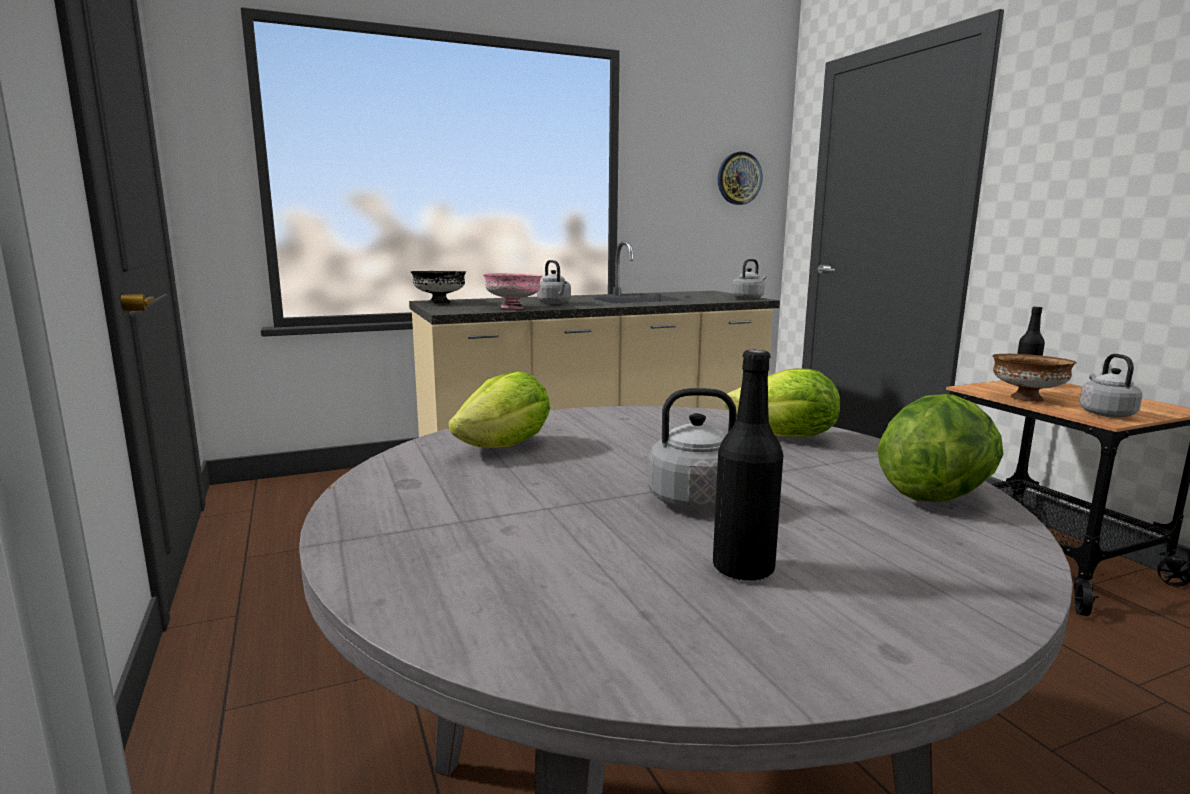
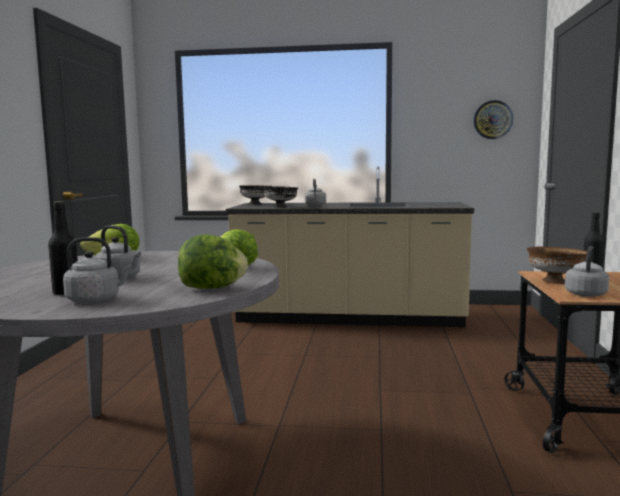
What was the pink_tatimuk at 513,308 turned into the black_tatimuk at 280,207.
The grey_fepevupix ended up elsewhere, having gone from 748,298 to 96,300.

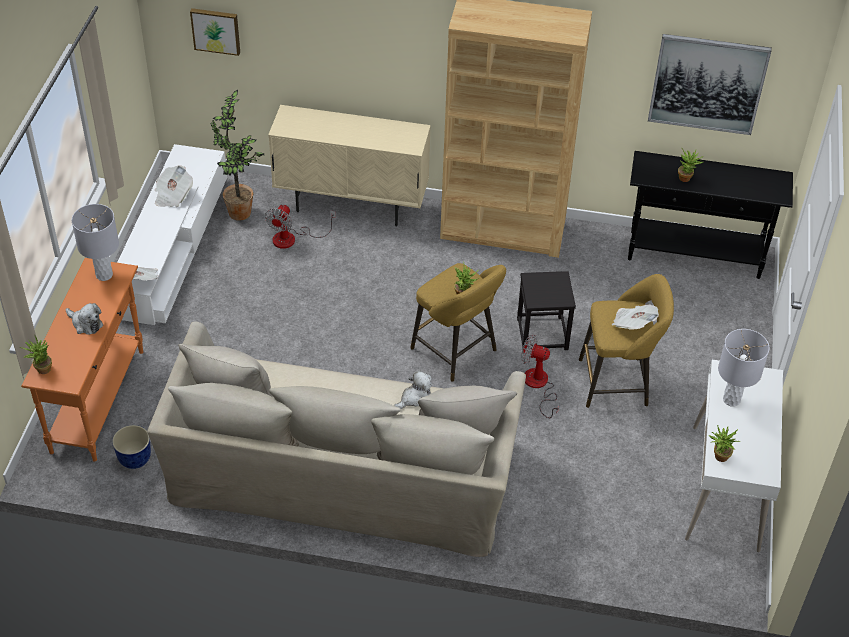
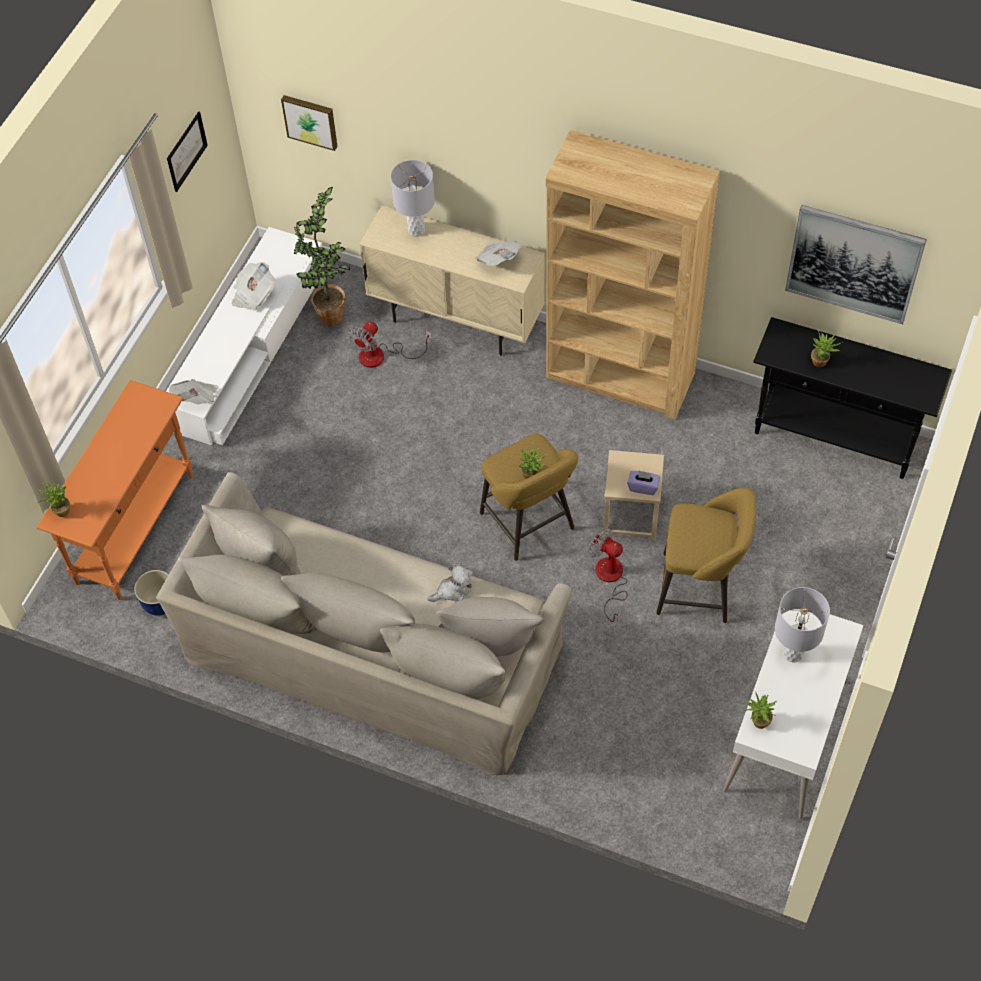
The second view lost the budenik at 85,324.
The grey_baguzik ended up elsewhere, having gone from 104,275 to 416,230.
What was the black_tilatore at 543,334 turned into the beige_tilatore at 631,515.
The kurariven ended up elsewhere, having gone from 633,324 to 498,260.
The second view gained the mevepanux at 186,151.
The second view gained the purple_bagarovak at 643,487.

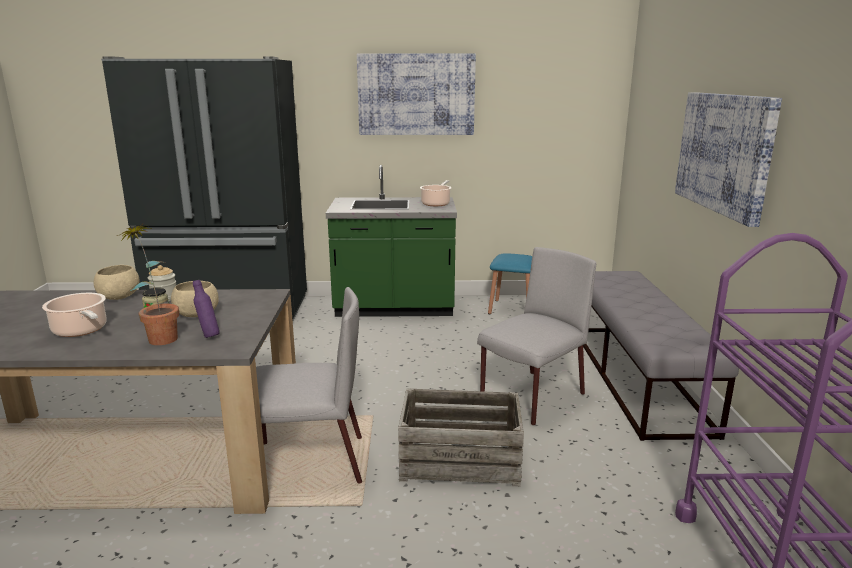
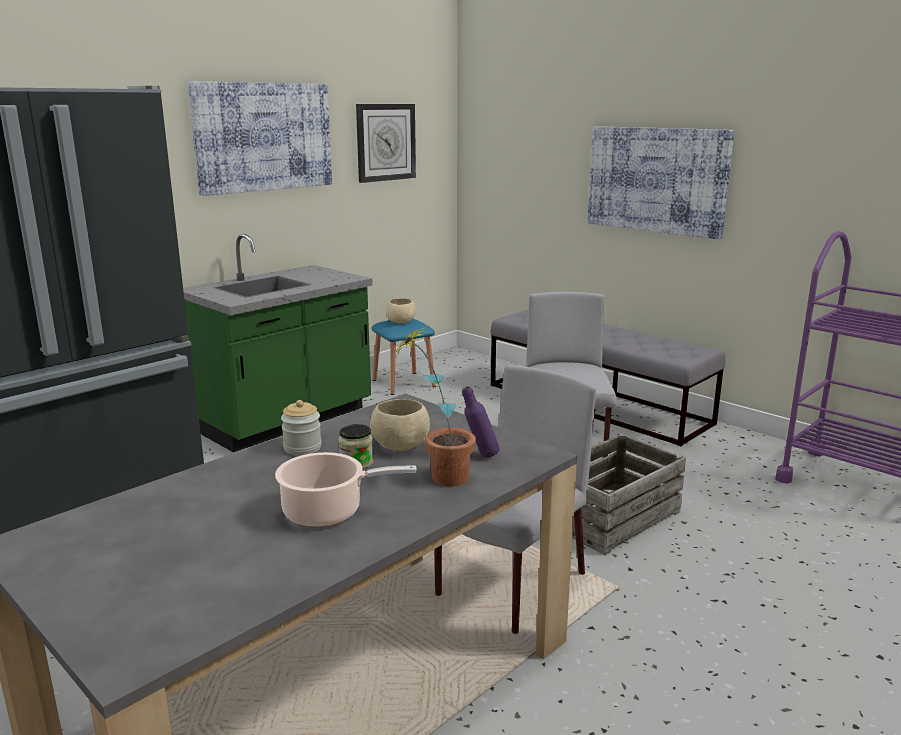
The beige_tatimuk ended up elsewhere, having gone from 118,297 to 400,322.
The second view lost the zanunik at 436,204.
The second view gained the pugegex at 385,142.

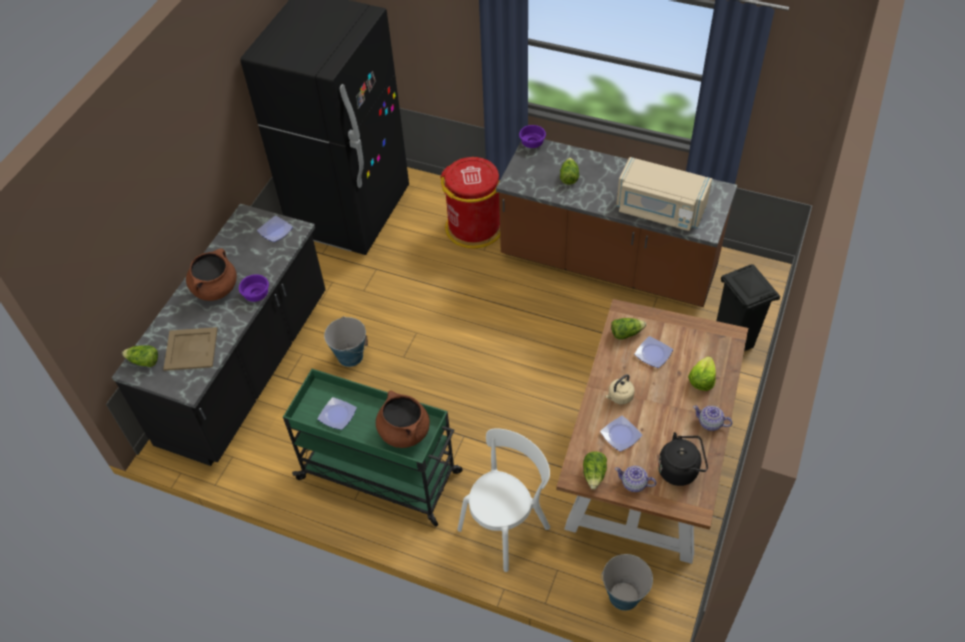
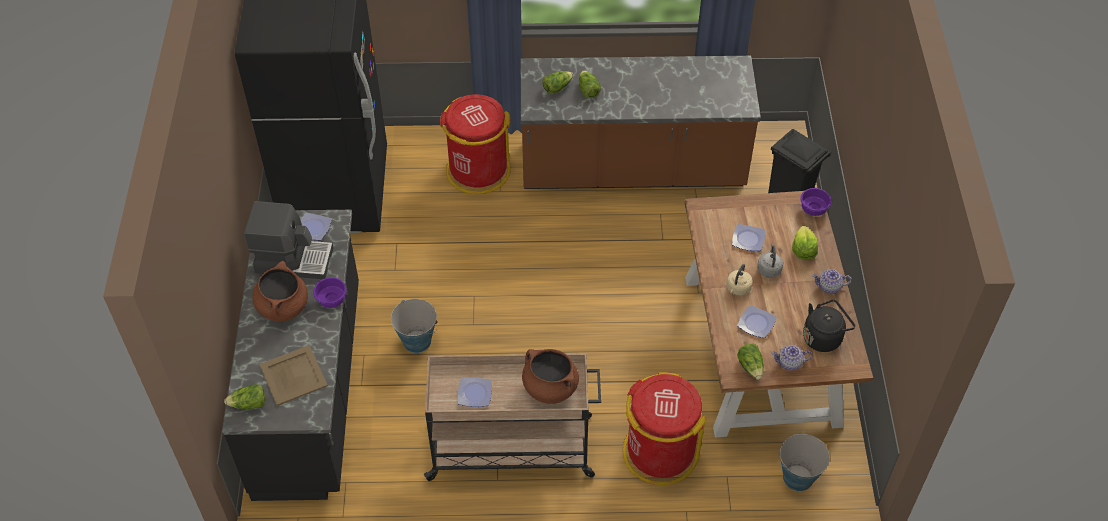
What was the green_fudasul at 381,476 turned into the beige_fudasul at 512,448.
Where the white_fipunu stood at 506,525, the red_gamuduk came to stand at 659,452.
The purple_tatimuk ended up elsewhere, having gone from 533,143 to 814,208.
The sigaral ended up elsewhere, having gone from 626,333 to 557,87.
The second view lost the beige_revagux at 659,210.
The second view gained the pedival at 293,259.
The second view gained the grey_fepevupix at 769,268.

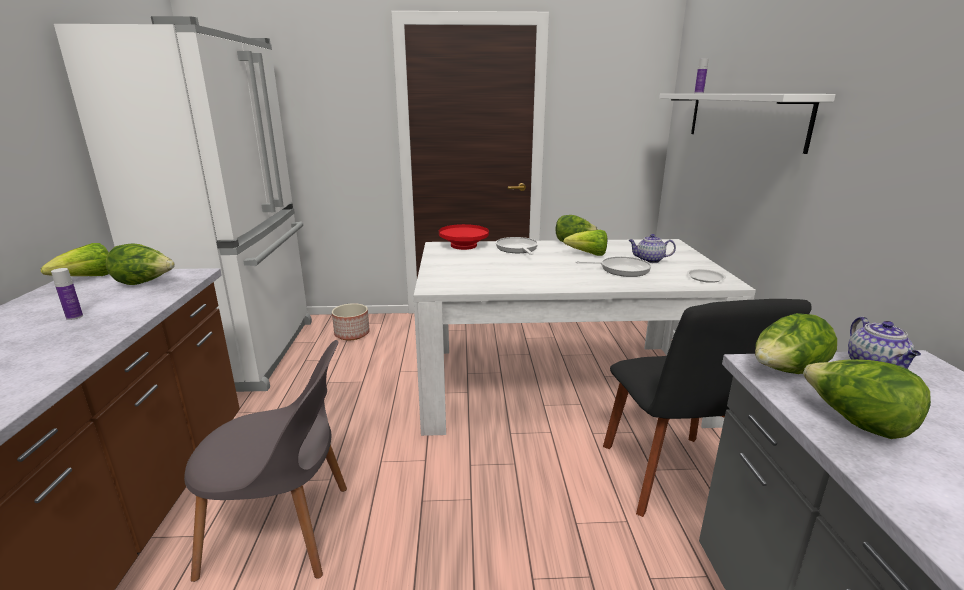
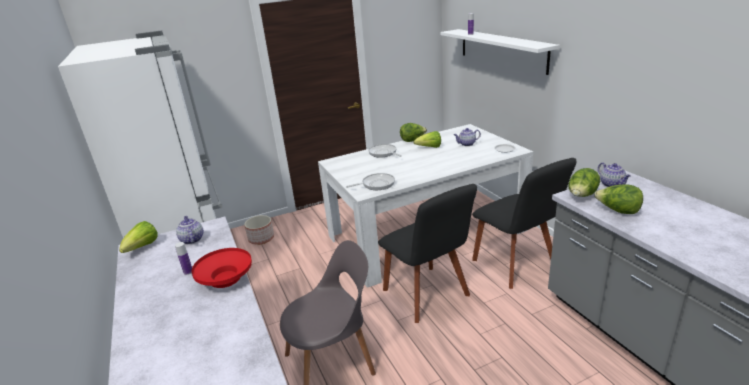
Where the sigaral stood at 144,283, the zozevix came to stand at 192,239.
The red_tatimuk ended up elsewhere, having gone from 464,246 to 226,278.
The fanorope ended up elsewhere, having gone from 621,270 to 376,184.
The second view gained the black_fipunu at 428,295.

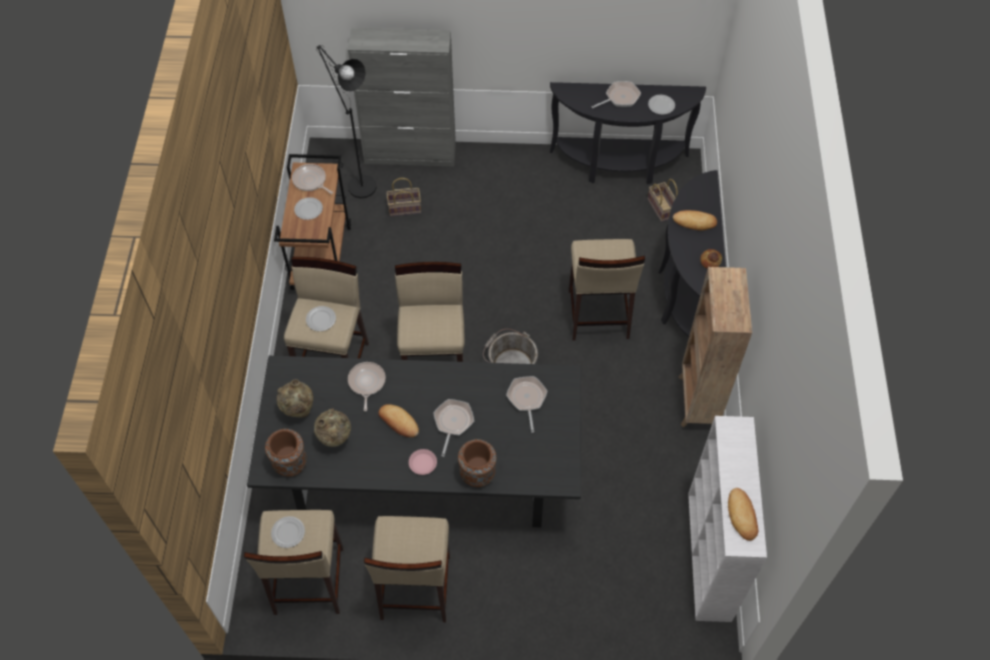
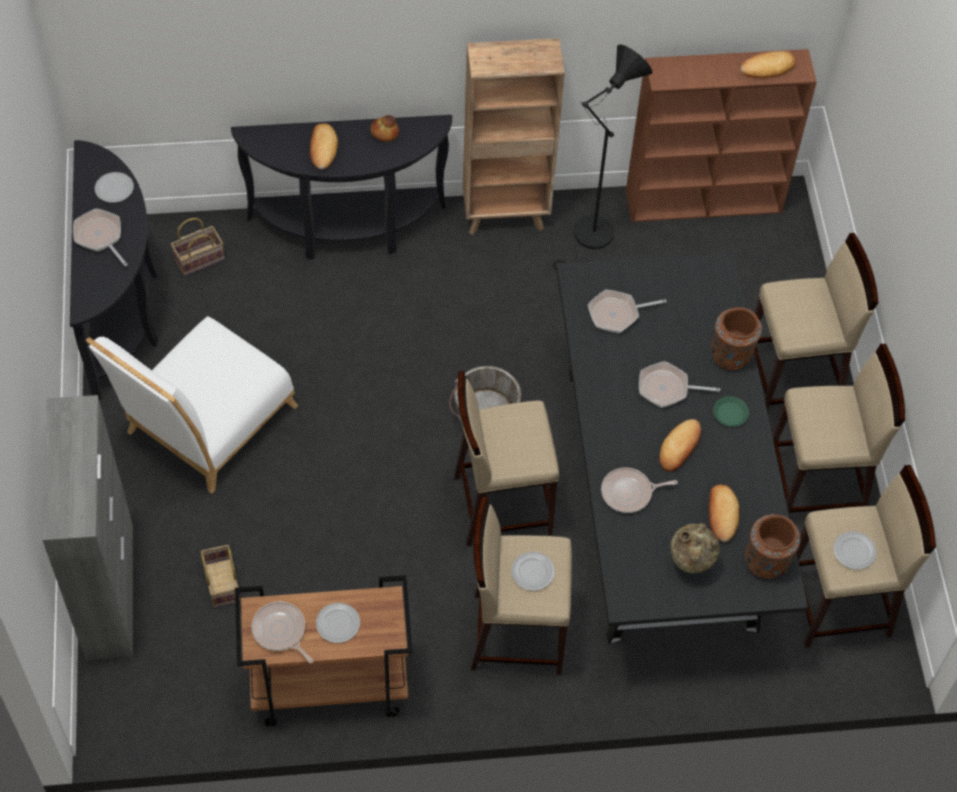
The fanorope at 310,181 ended up facing another way, 105 degrees clockwise from before.
Where the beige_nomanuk stood at 335,441, the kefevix came to stand at 722,515.
The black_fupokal ended up elsewhere, having gone from 357,184 to 590,239.
What was the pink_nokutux at 422,463 turned into the green_nokutux at 730,413.
The beige_tilatore ended up elsewhere, having gone from 597,315 to 793,379.
What was the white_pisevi at 709,557 turned into the brown_pisevi at 705,201.
The second view gained the white_fipunu at 204,426.

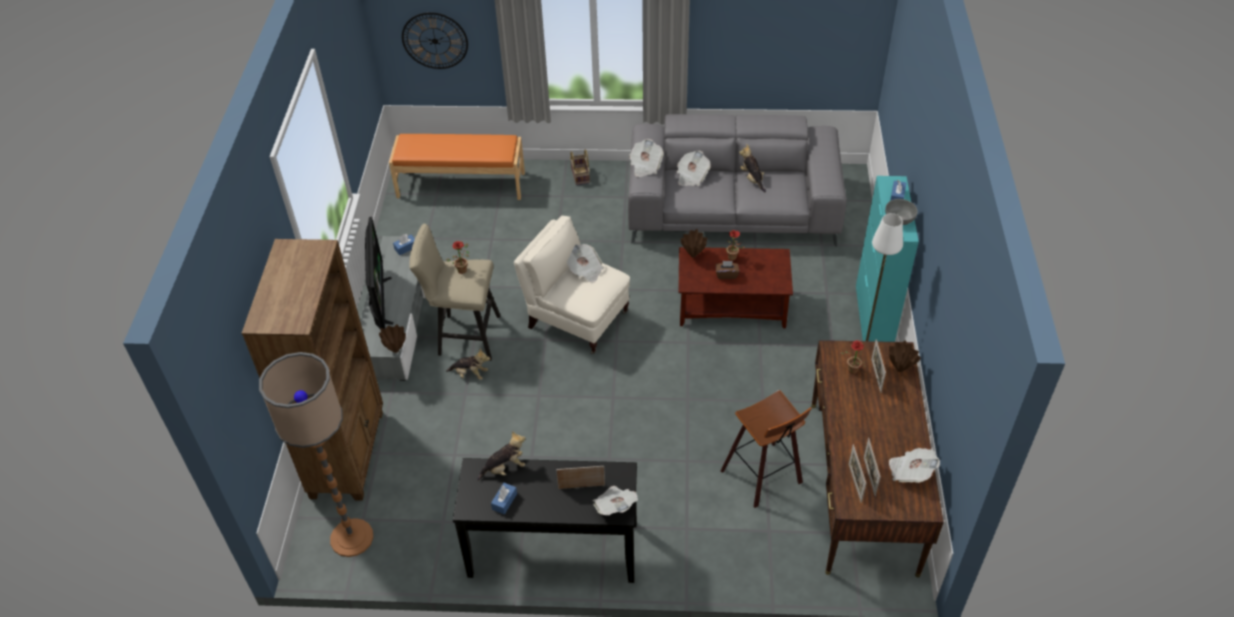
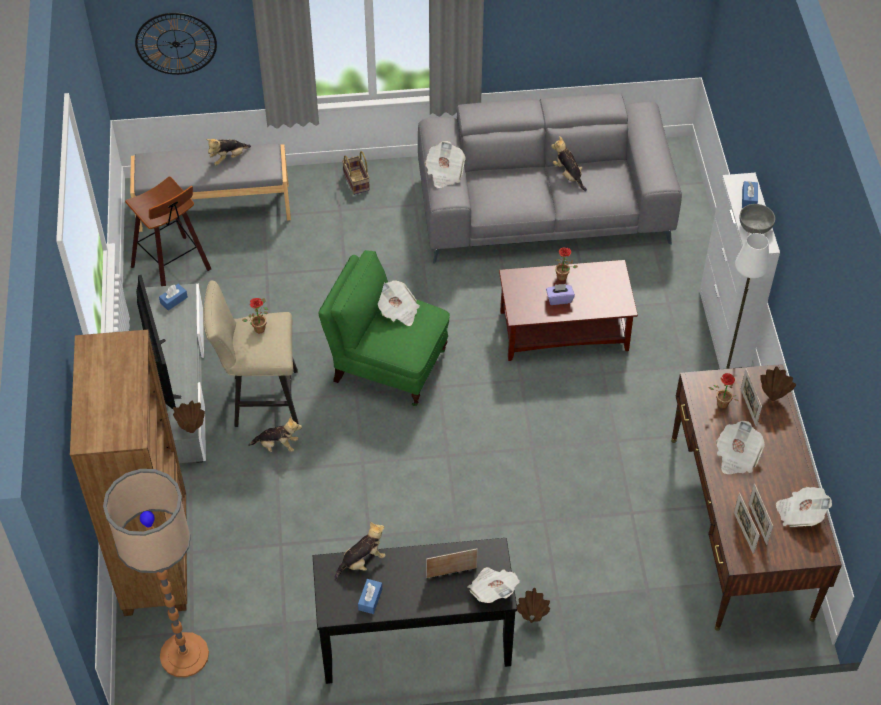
What was the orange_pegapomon at 461,184 turned into the grey_pegapomon at 214,206.
What was the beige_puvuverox at 576,319 turned into the green_puvuverox at 387,364.
The kurariven ended up elsewhere, having gone from 691,176 to 736,456.
The brown_nomanuk ended up elsewhere, having gone from 693,255 to 531,619.
What was the brown_bagarovak at 726,275 turned into the purple_bagarovak at 559,299.
The tilatore ended up elsewhere, having gone from 764,477 to 174,268.
What was the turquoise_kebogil at 873,318 turned into the white_kebogil at 724,328.
The second view gained the budenik at 228,158.

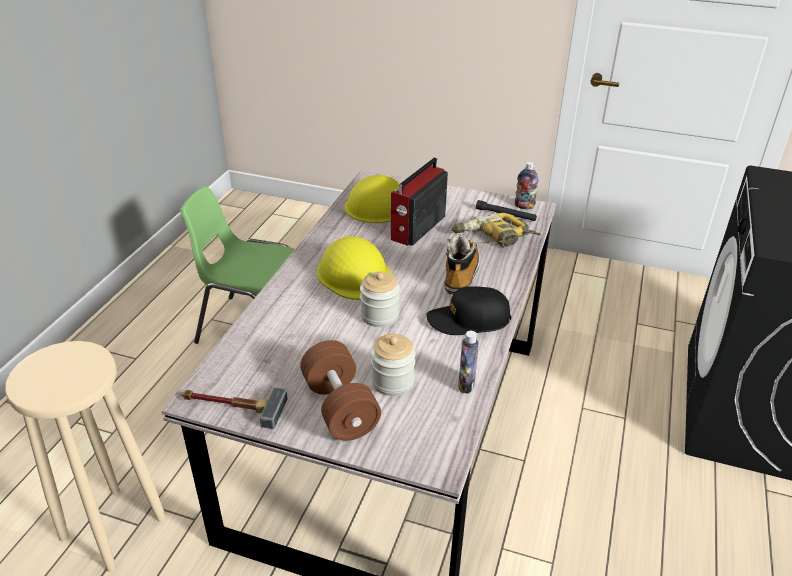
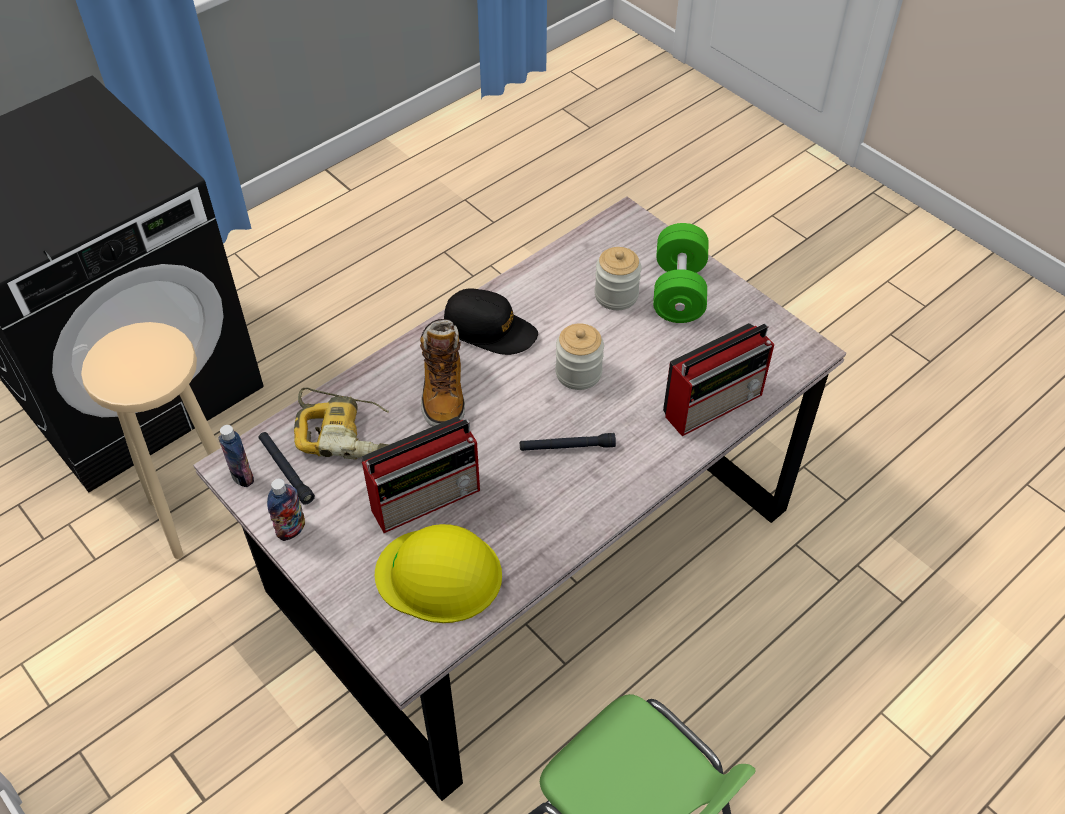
The beige_tilatore ended up elsewhere, having gone from 114,526 to 199,512.
The second view lost the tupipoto at 231,406.
What was the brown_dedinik at 340,407 turned into the green_dedinik at 678,290.
Where the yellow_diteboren stood at 355,274, the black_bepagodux came to stand at 567,447.
The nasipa at 460,274 ended up facing another way, 45 degrees counterclockwise from before.
The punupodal ended up elsewhere, having gone from 466,385 to 291,530.
The second view gained the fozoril at 714,403.

